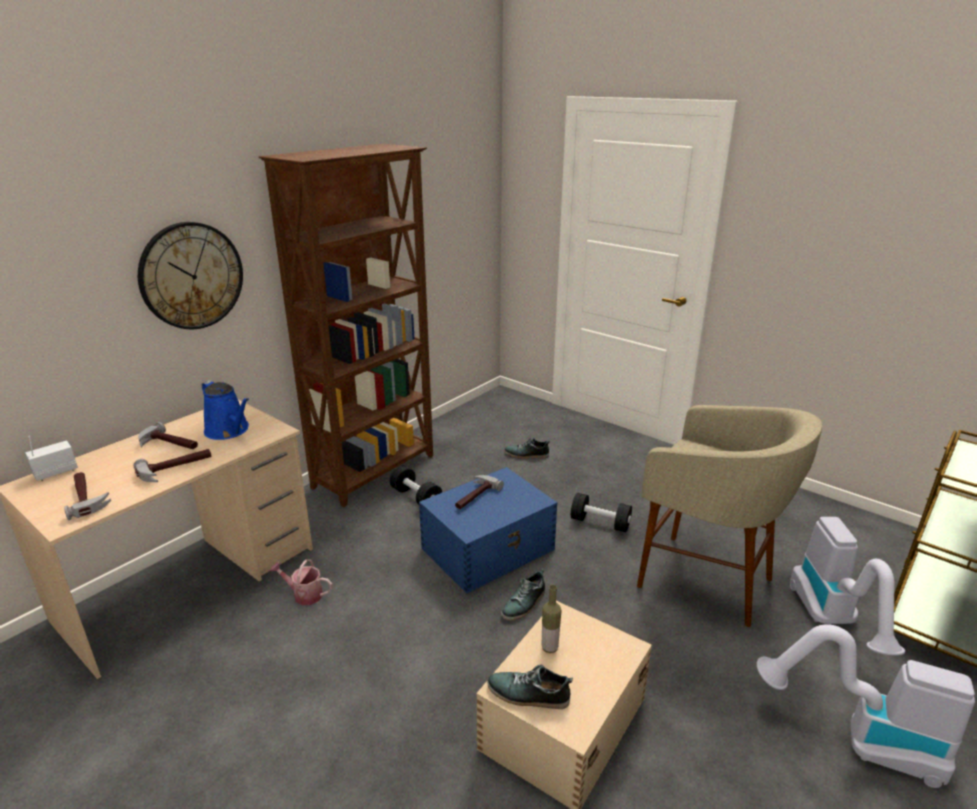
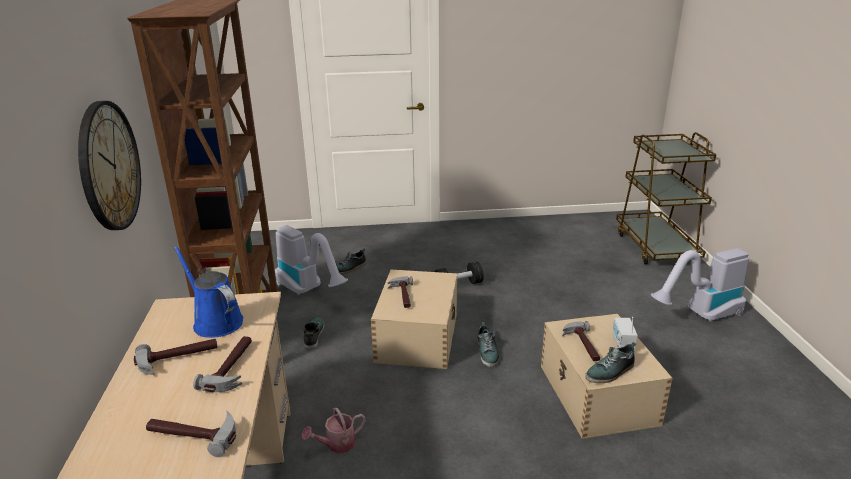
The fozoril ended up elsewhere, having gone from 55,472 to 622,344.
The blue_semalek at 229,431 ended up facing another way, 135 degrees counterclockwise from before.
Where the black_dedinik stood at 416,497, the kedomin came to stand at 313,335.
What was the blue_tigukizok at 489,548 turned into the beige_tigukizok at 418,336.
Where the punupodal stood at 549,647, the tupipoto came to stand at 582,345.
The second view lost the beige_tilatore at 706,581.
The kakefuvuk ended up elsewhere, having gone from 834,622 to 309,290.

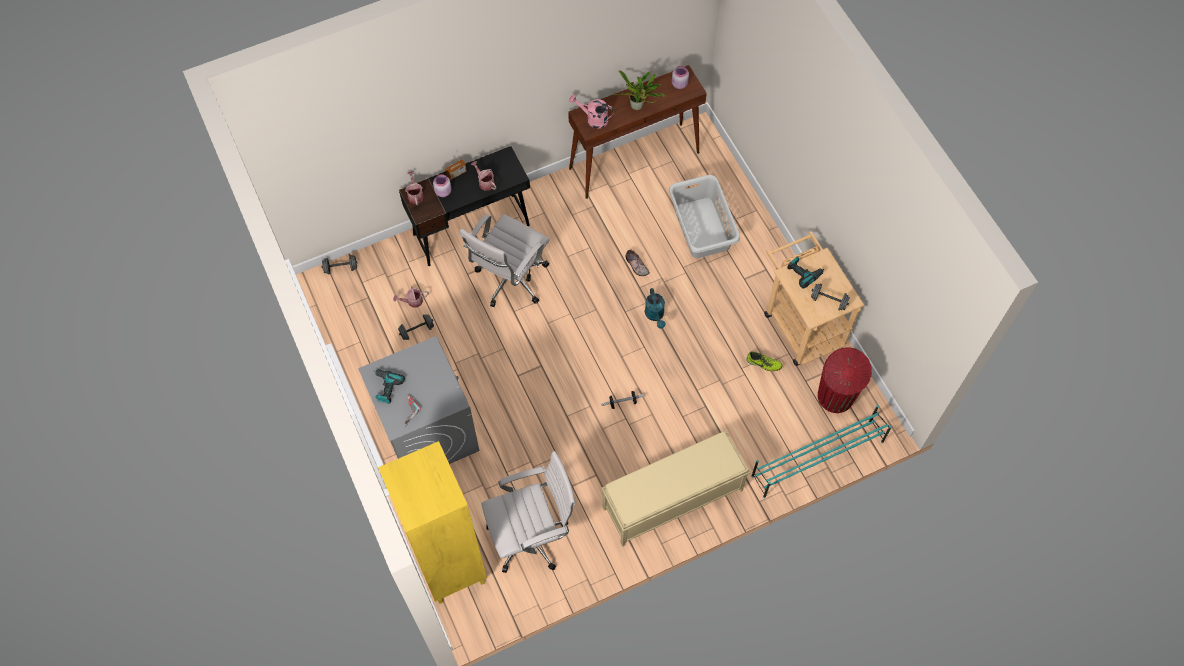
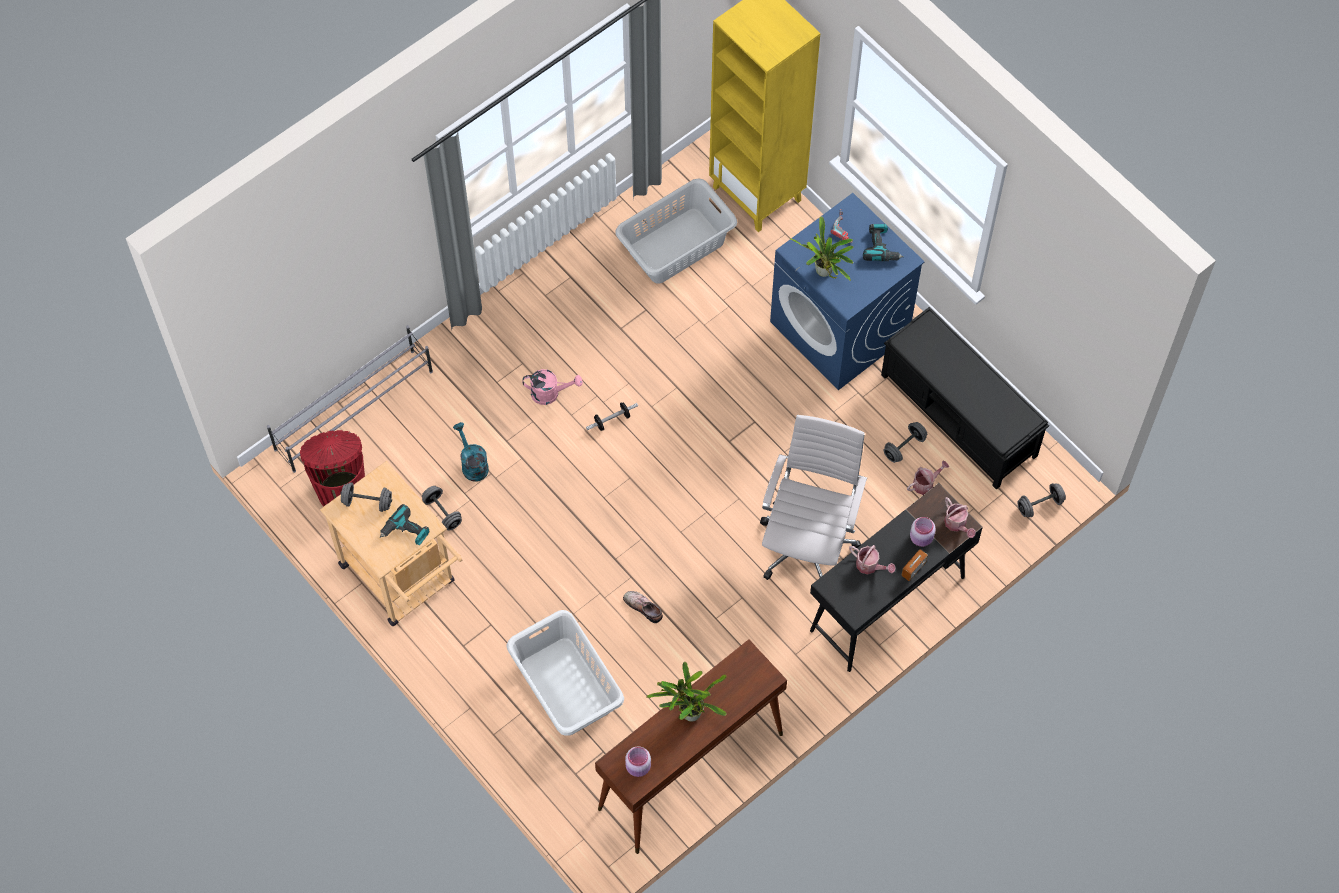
What was the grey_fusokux at 427,431 turned into the blue_fusokux at 840,329.
Where the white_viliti stood at 532,536, the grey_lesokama came to stand at 675,246.
The pink_semalek ended up elsewhere, having gone from 593,119 to 550,393.
The second view lost the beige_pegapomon at 671,499.
The turquoise_semalek ended up elsewhere, having gone from 655,315 to 472,464.
Where the kedomin stood at 763,363, the grey_dedinik came to stand at 442,512.
What was the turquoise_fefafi at 817,458 turned into the grey_fefafi at 355,410.
The second view gained the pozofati at 824,273.
The second view gained the black_pegapomon at 959,416.

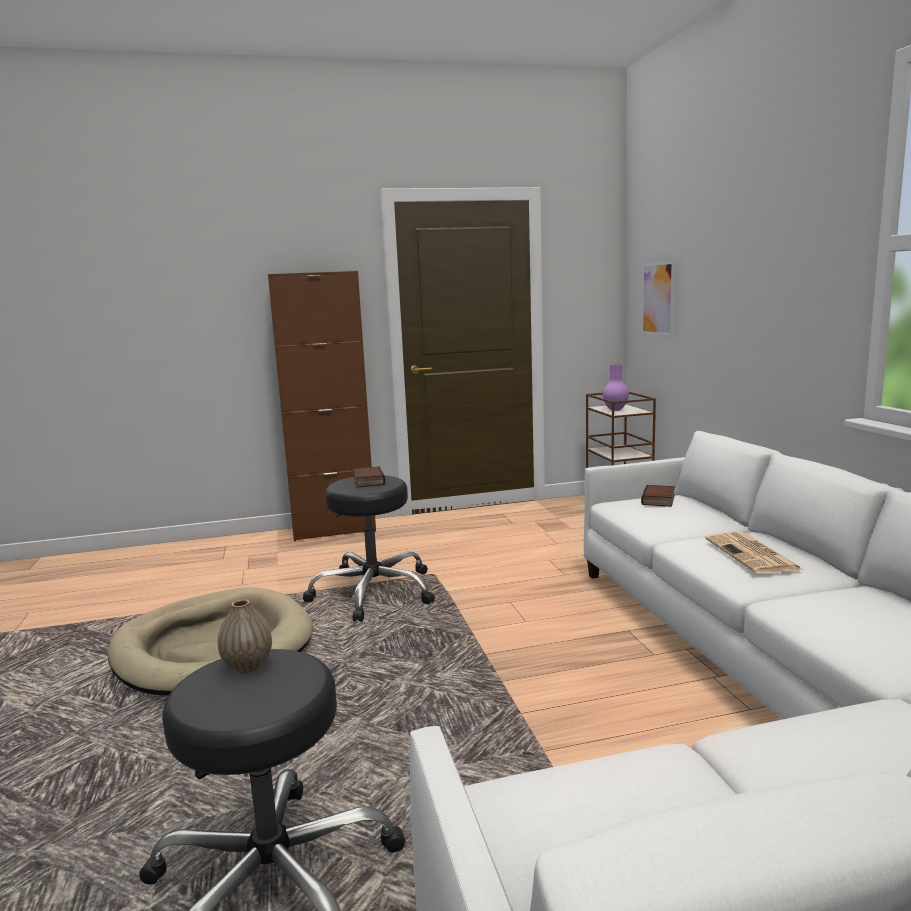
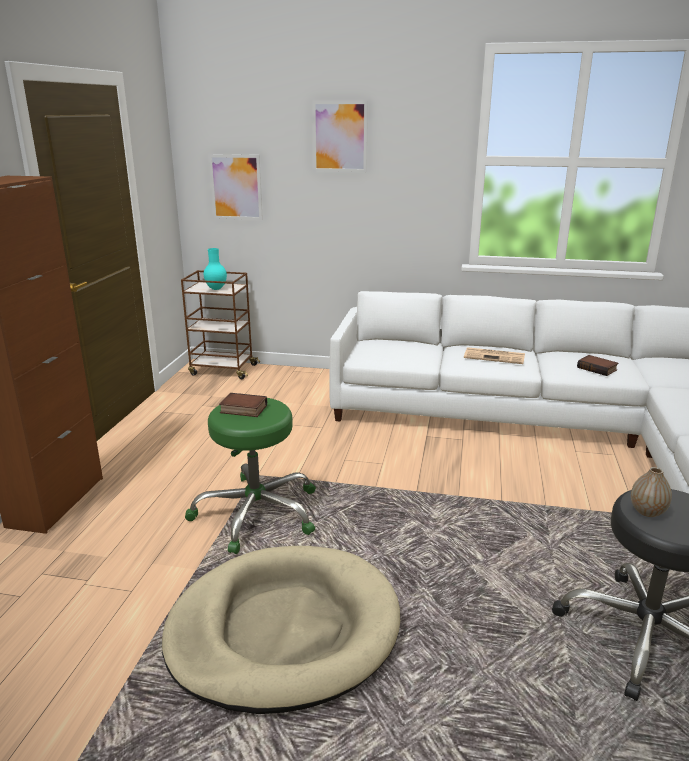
What was the black_tilatore at 373,592 turned into the green_tilatore at 257,513.
What was the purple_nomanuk at 616,410 turned into the turquoise_nomanuk at 216,289.
The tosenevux ended up elsewhere, having gone from 659,500 to 597,368.
The second view gained the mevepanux at 340,136.

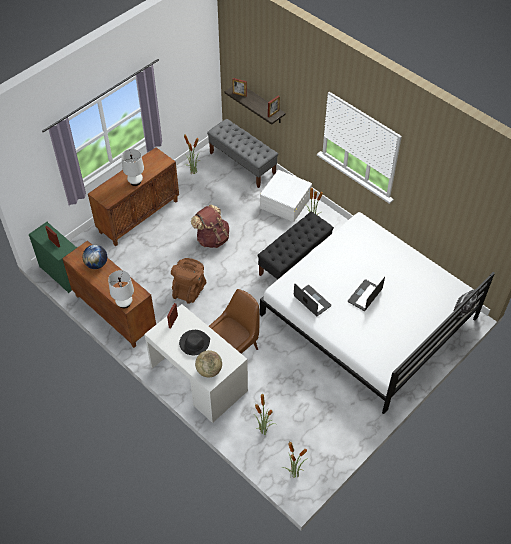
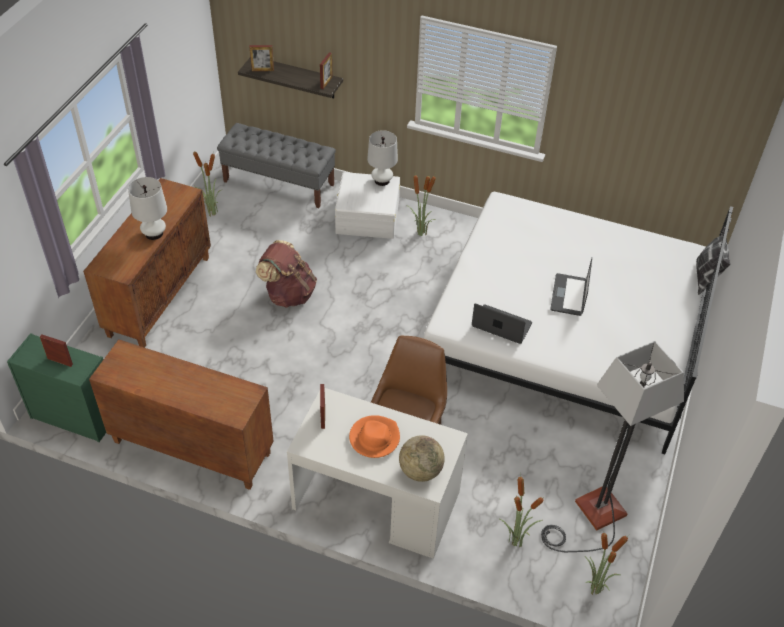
The second view lost the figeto at 96,264.
The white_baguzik ended up elsewhere, having gone from 124,303 to 382,180.
The second view lost the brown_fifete at 189,289.
What was the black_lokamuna at 194,343 turned into the orange_lokamuna at 374,438.
The second view lost the black_pegapomon at 294,261.
The second view gained the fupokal at 592,517.

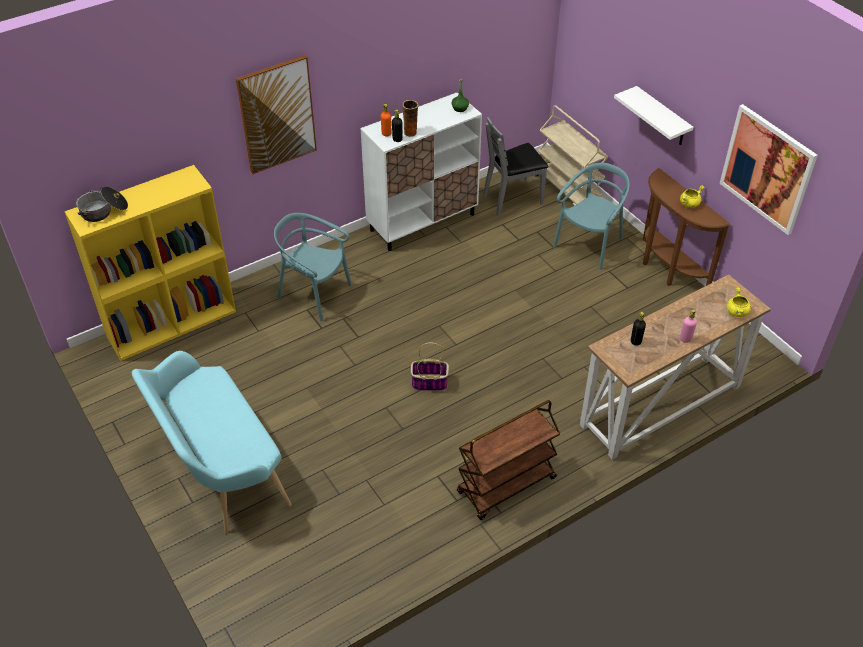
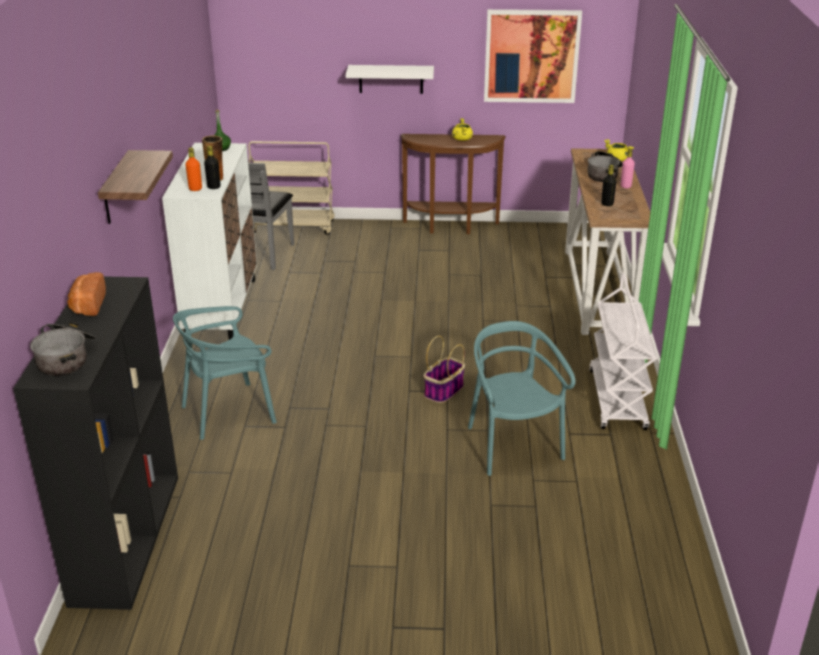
What was the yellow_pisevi at 172,322 turned into the black_pisevi at 125,537.
The second view lost the turquoise_pegapomon at 219,470.
Where the mevepanux hung at 277,115, the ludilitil came to hang at 116,188.
What was the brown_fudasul at 506,486 turned into the white_fudasul at 617,400.
The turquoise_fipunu ended up elsewhere, having gone from 589,245 to 512,445.
The second view gained the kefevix at 87,305.
The second view gained the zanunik at 604,174.

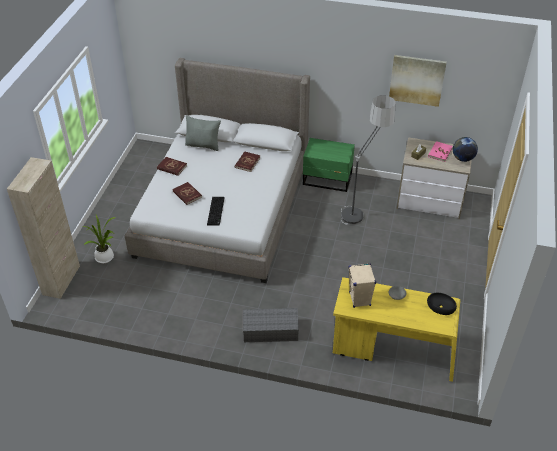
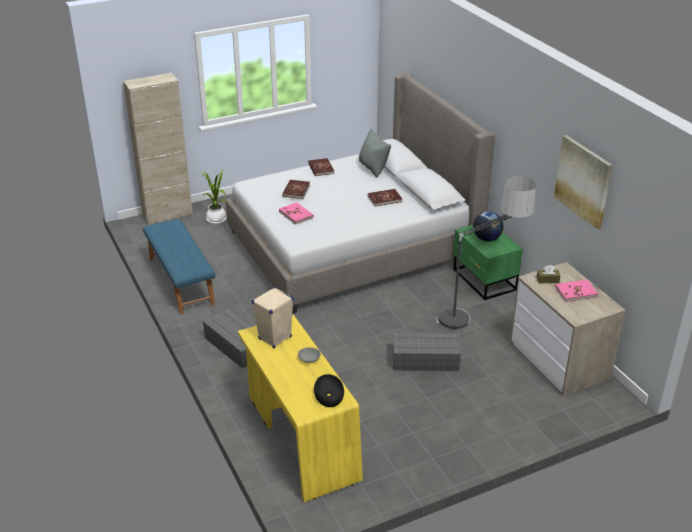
Where the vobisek stood at 216,211, the pink_tosenevux came to stand at 296,214.
The figeto ended up elsewhere, having gone from 462,158 to 486,239.
The second view gained the blue_pegapomon at 180,281.
The second view gained the grey_tigukizok at 424,360.

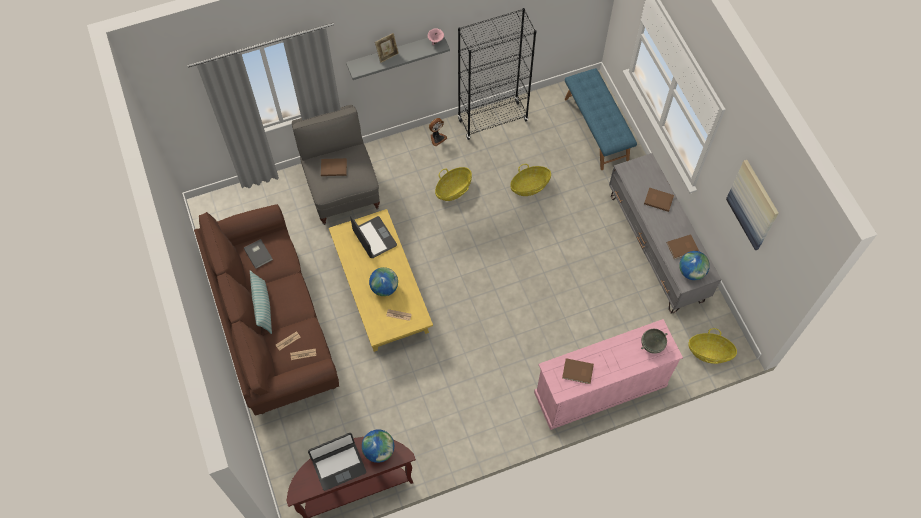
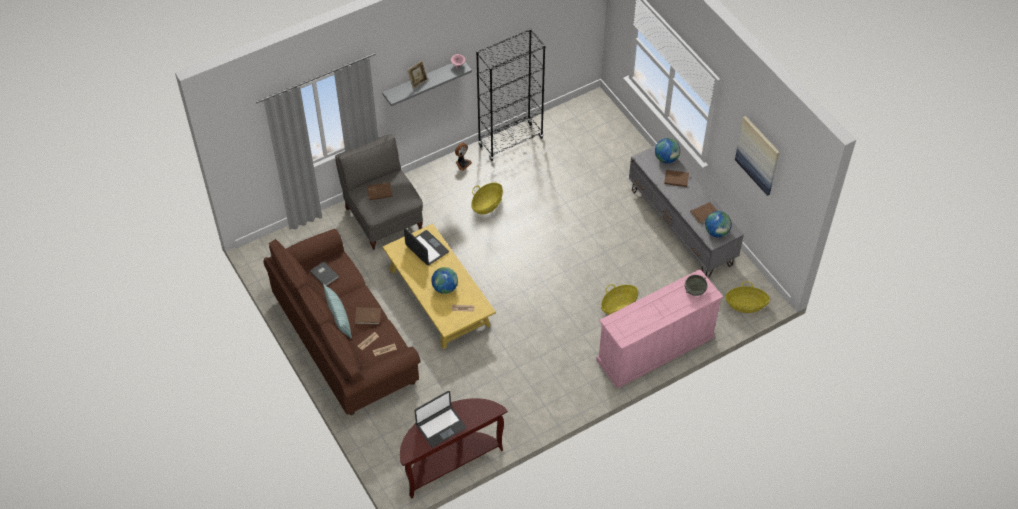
The figeto ended up elsewhere, having gone from 379,450 to 666,159.
The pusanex ended up elsewhere, having gone from 530,186 to 618,305.
The brown_tosenevux ended up elsewhere, having gone from 578,372 to 368,317.
The second view lost the blue_pegapomon at 596,129.

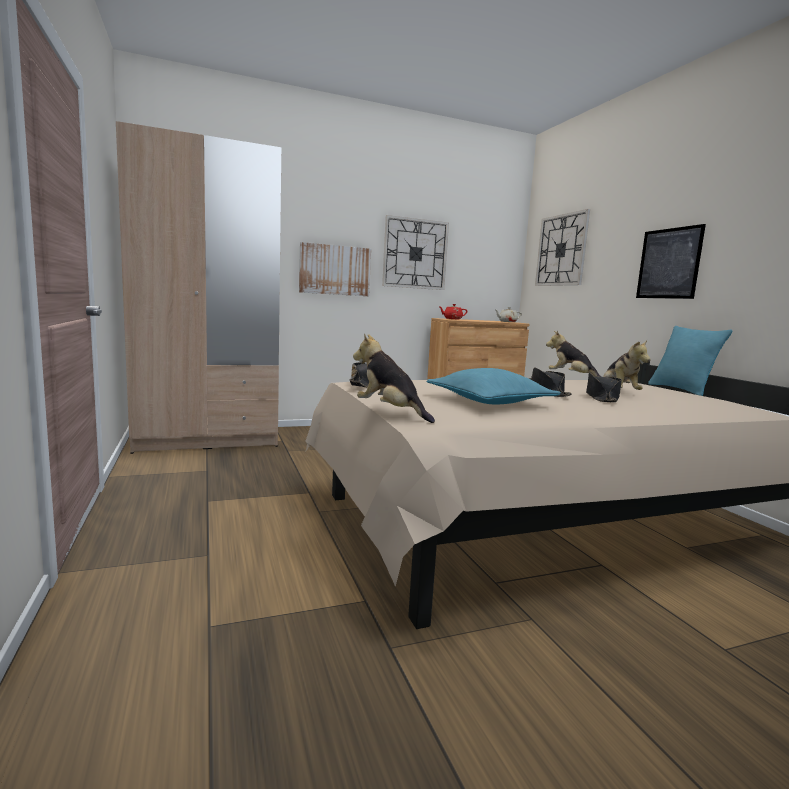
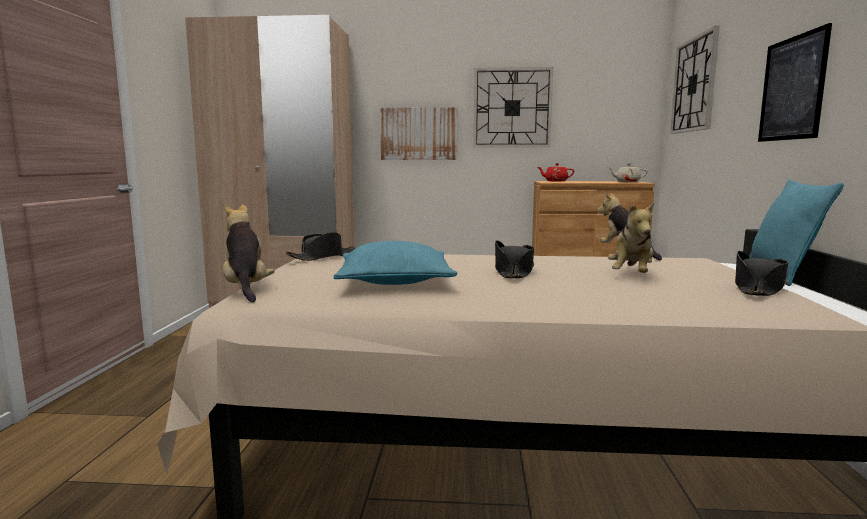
The black_lokamuna ended up elsewhere, having gone from 601,397 to 758,288.

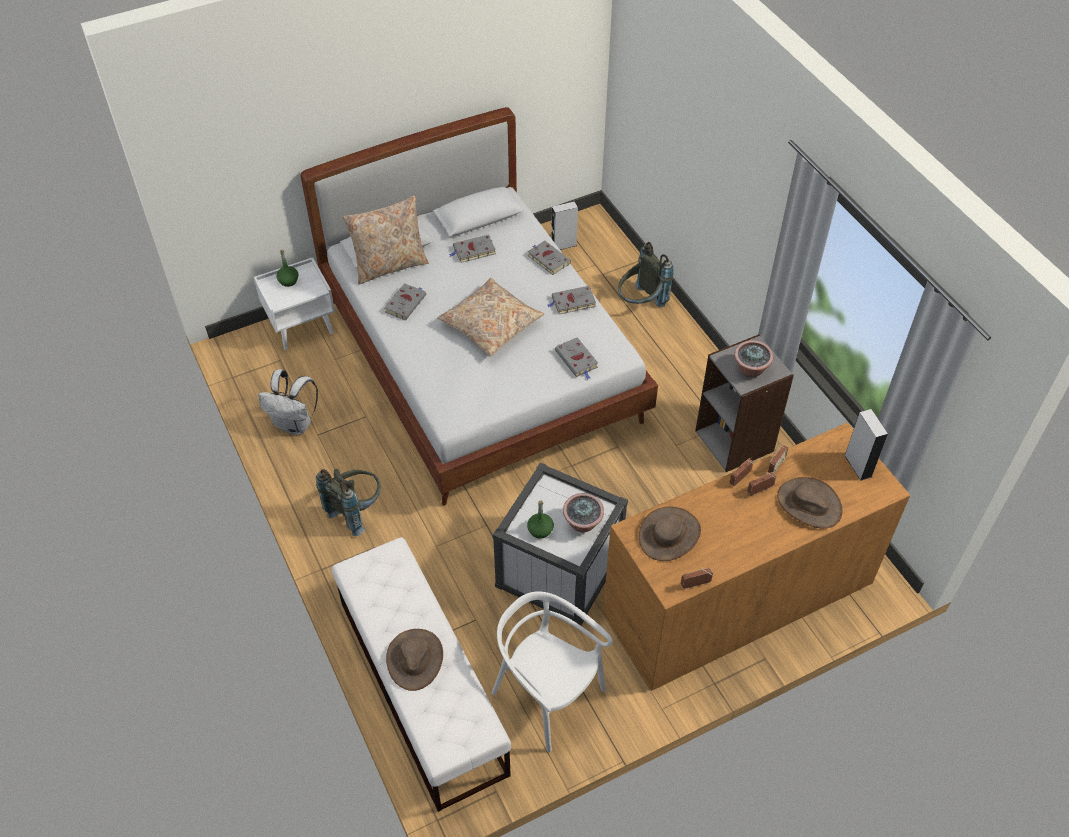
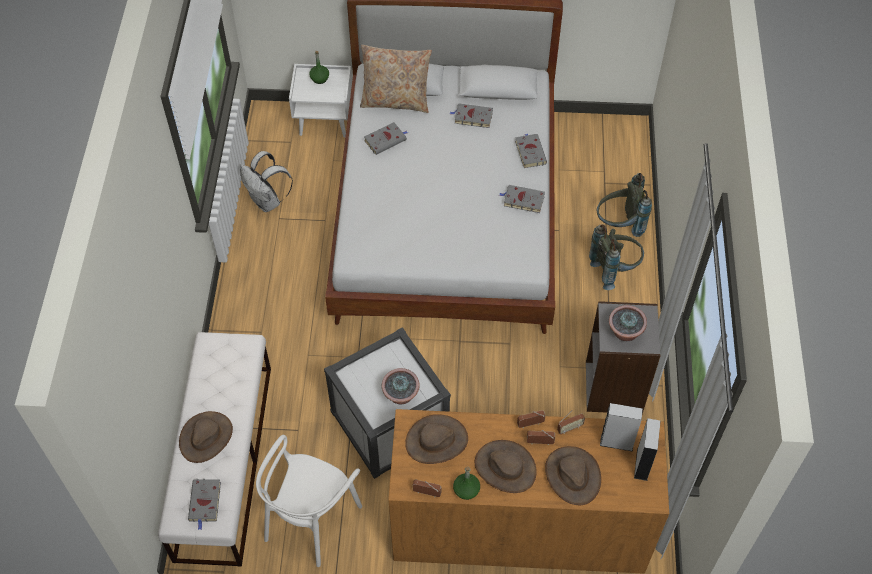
The grey_fifete ended up elsewhere, having gone from 356,510 to 614,269.
The second view lost the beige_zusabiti at 491,324.
The white_fipunu at 547,695 ended up facing another way, 135 degrees counterclockwise from before.
The green_punupodal ended up elsewhere, having gone from 540,530 to 466,490.
The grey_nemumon ended up elsewhere, having gone from 563,245 to 616,442.
The grey_tosenevux ended up elsewhere, having gone from 577,360 to 205,503.
The second view gained the brown_lokamuna at 505,467.

